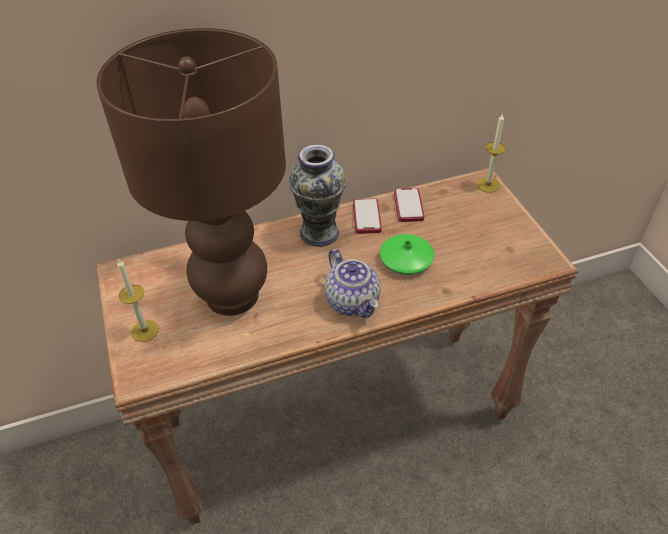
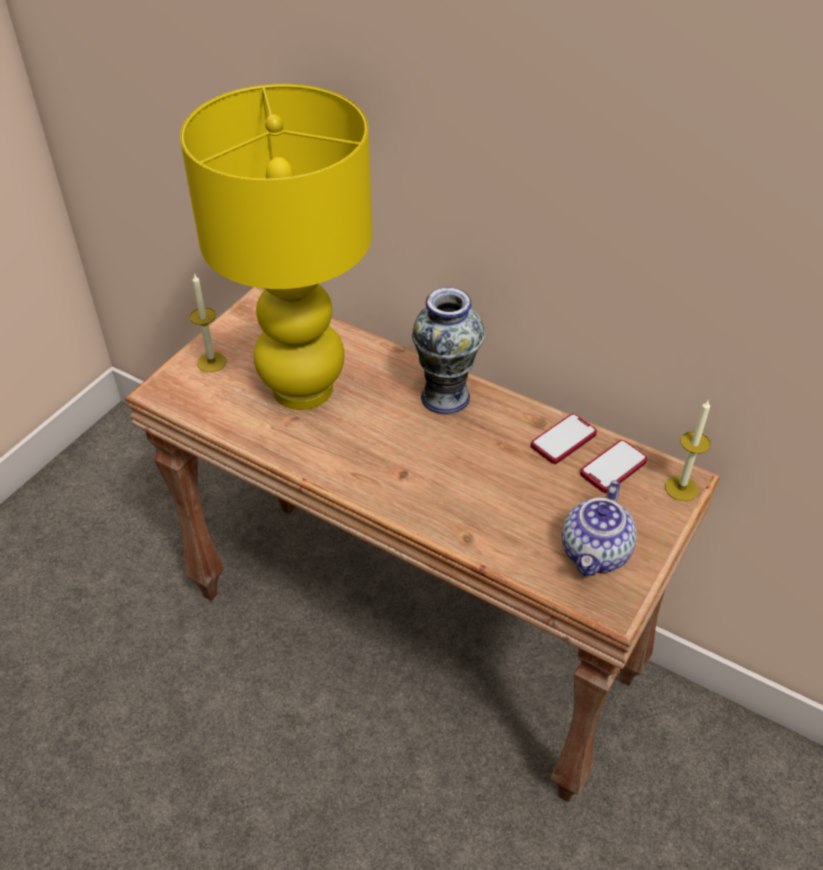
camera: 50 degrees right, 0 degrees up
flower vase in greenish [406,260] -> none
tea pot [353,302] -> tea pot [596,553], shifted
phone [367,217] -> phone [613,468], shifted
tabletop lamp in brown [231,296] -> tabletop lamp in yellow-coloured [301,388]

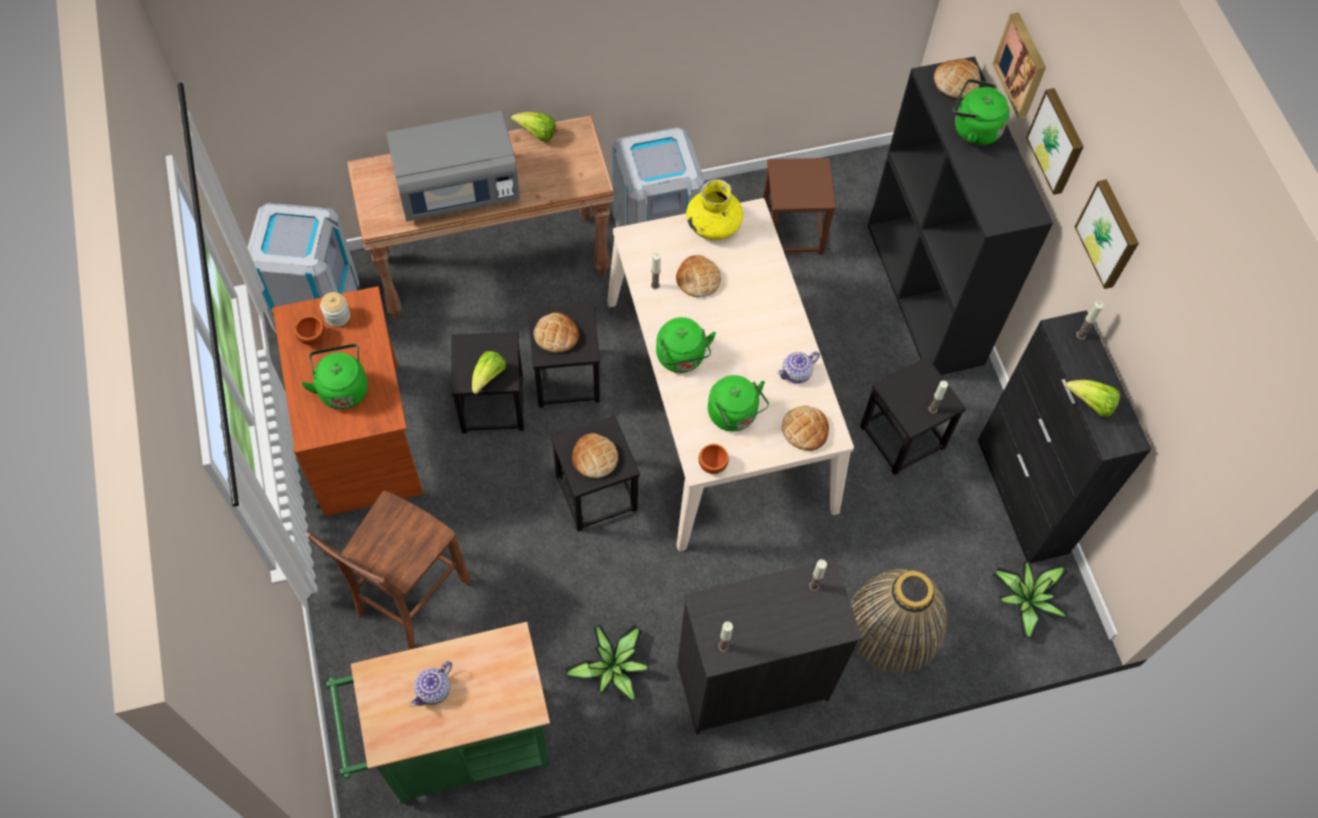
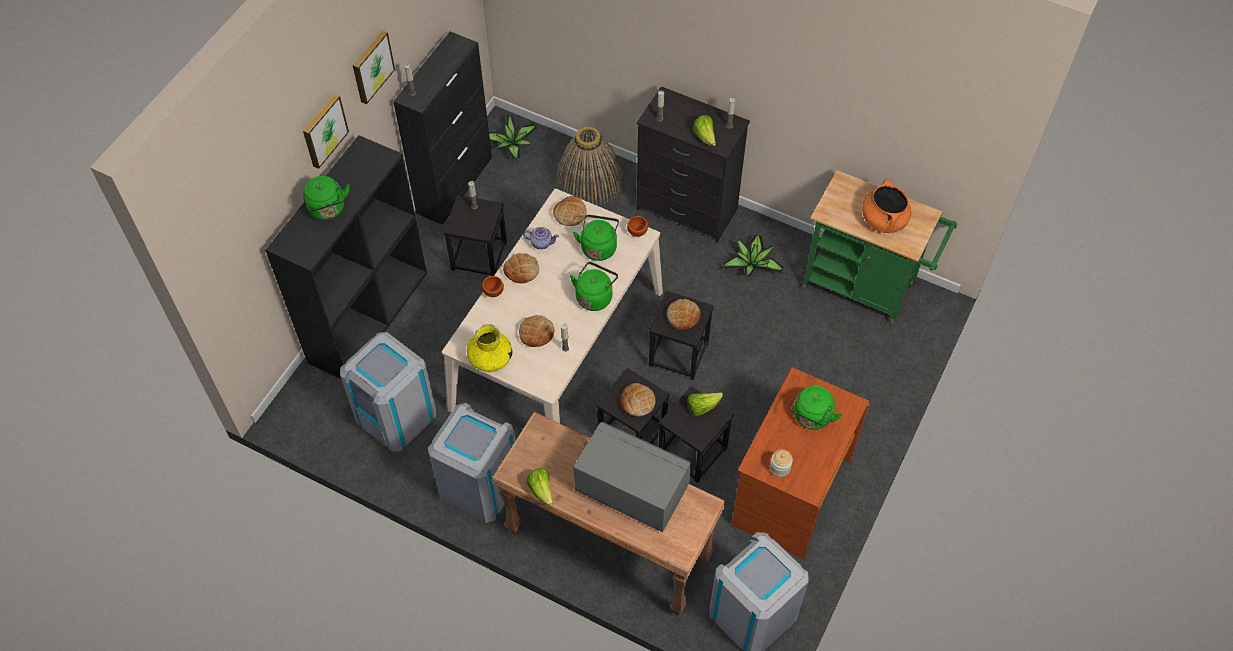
camera: 135 degrees left, 5 degrees down
upright chair in brown [409,598] -> none
wall art [1022,65] -> none
bowl in brown [313,337] -> bowl in brown [493,292], shifted
baked bread [956,81] -> baked bread [521,270], shifted
lettuce [1091,404] -> lettuce [705,136], shifted
tea pot [434,690] -> stockpot in orange-coloured [883,220]
sitting stool in brown [792,232] -> waste bin in grey [396,416]

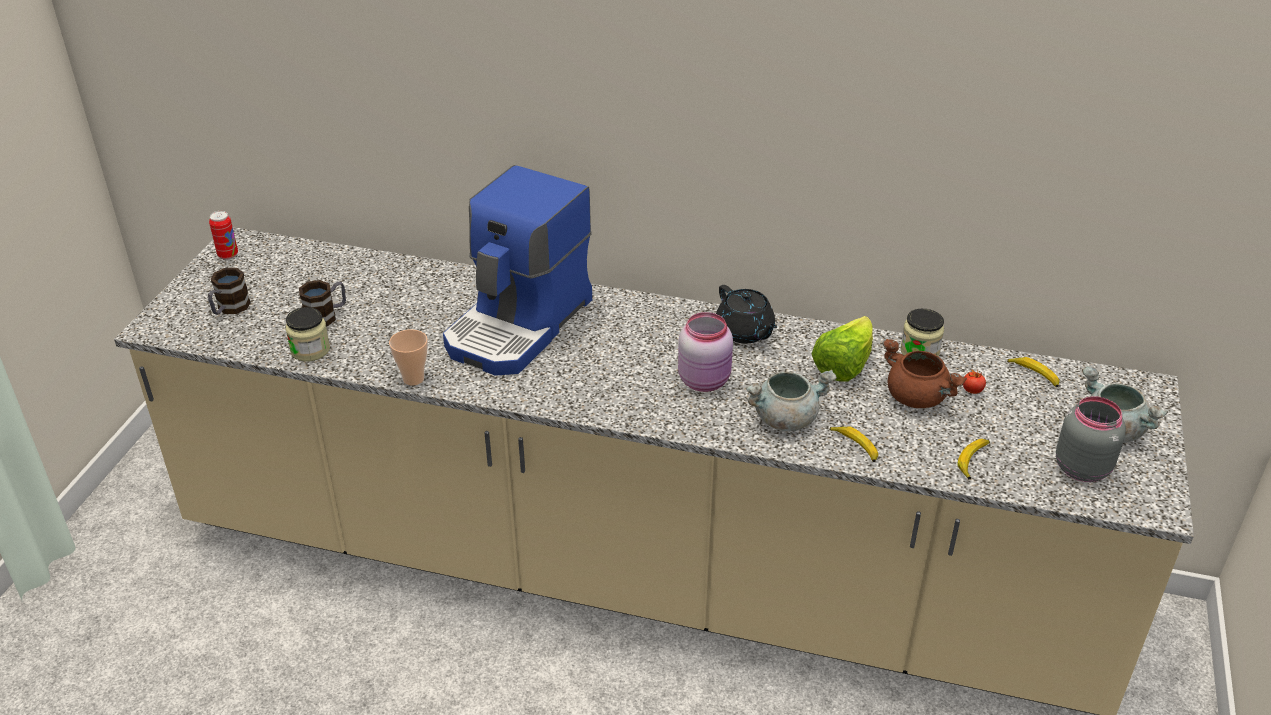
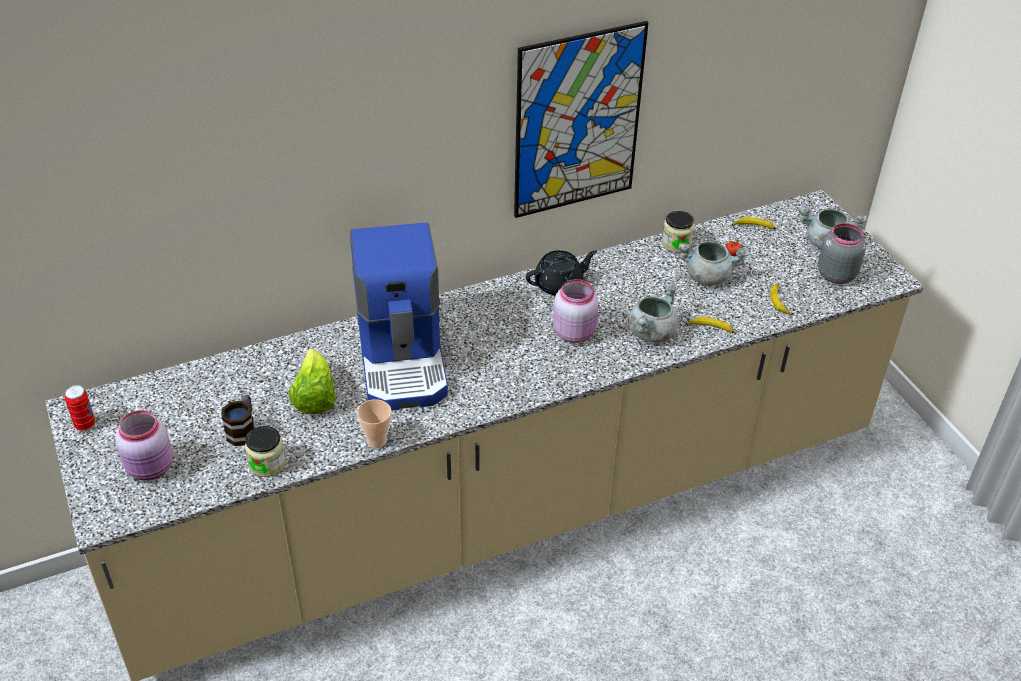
camera: 40 degrees left, 5 degrees up
none -> wall art [577,122]
lettuce [843,366] -> lettuce [314,397], shifted
tea mug [229,309] -> preserve jar in pink-coloured [151,468]
stockpot in brown [918,397] -> stockpot in grey [708,276]
tea pot in black [745,332] -> tea pot in black [559,284], 45 degrees counterclockwise

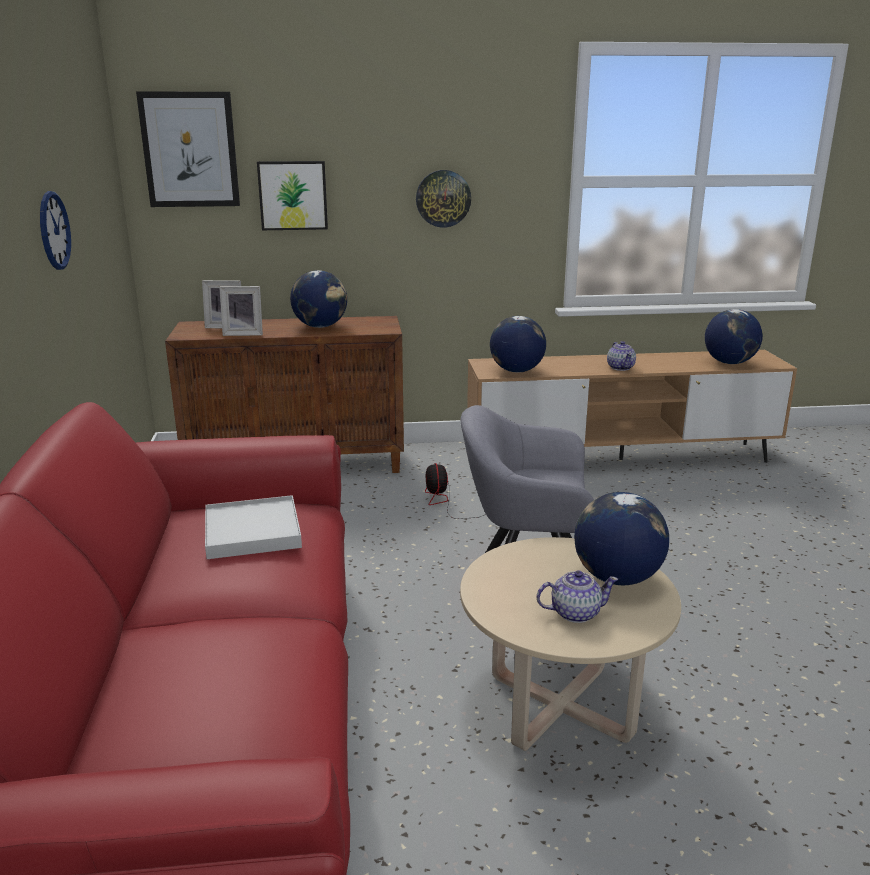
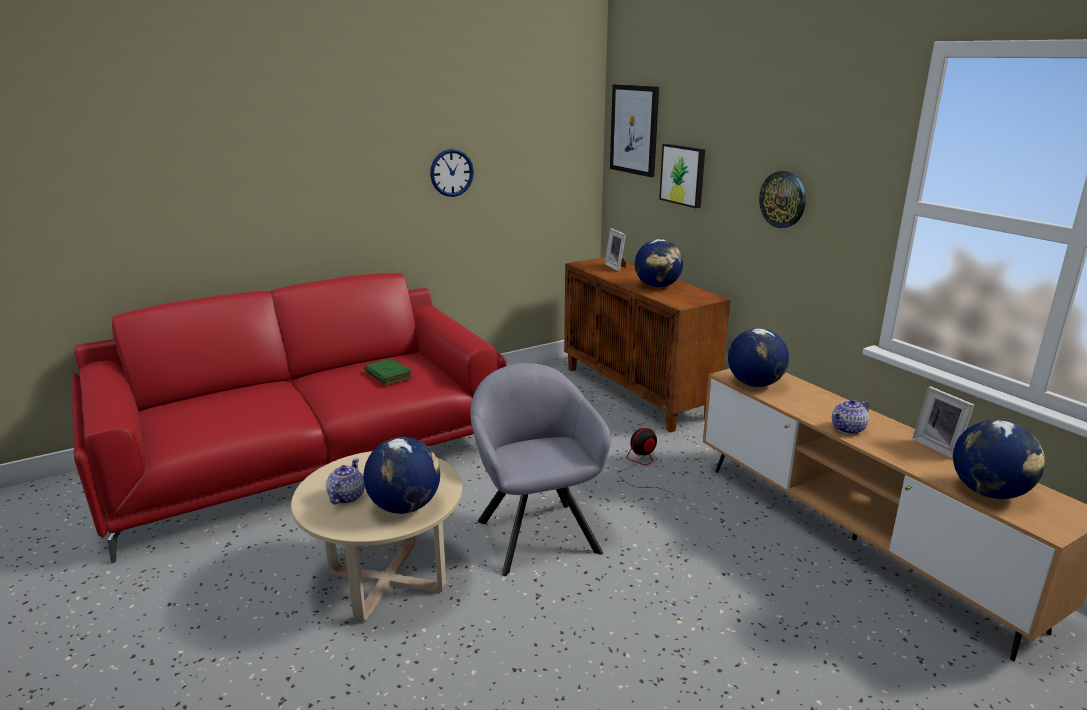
camera: 65 degrees right, 0 degrees up
picture frame [244,333] -> picture frame [939,447], shifted
carrying tray in white [253,531] -> book in greenish [389,375]
tea pot [574,613] -> tea pot [346,497], 135 degrees counterclockwise

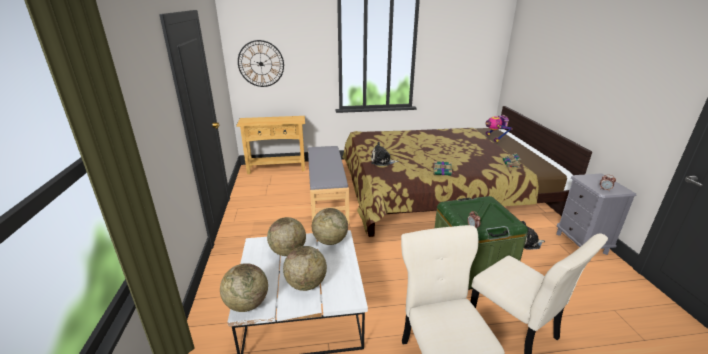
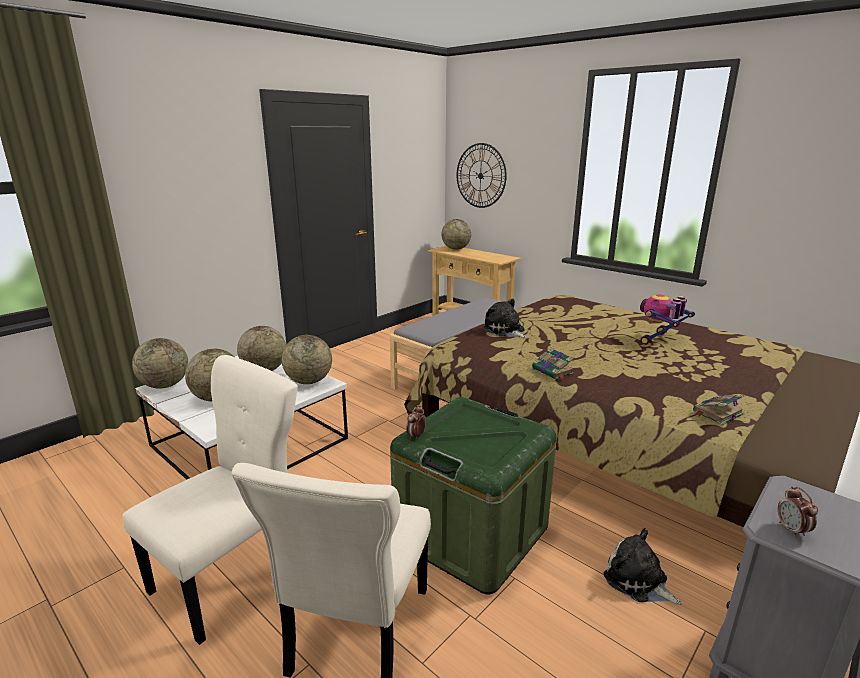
camera: 50 degrees right, 5 degrees down
none -> desk globe [456,249]
toy robot [495,138] -> toy robot [659,340], shifted

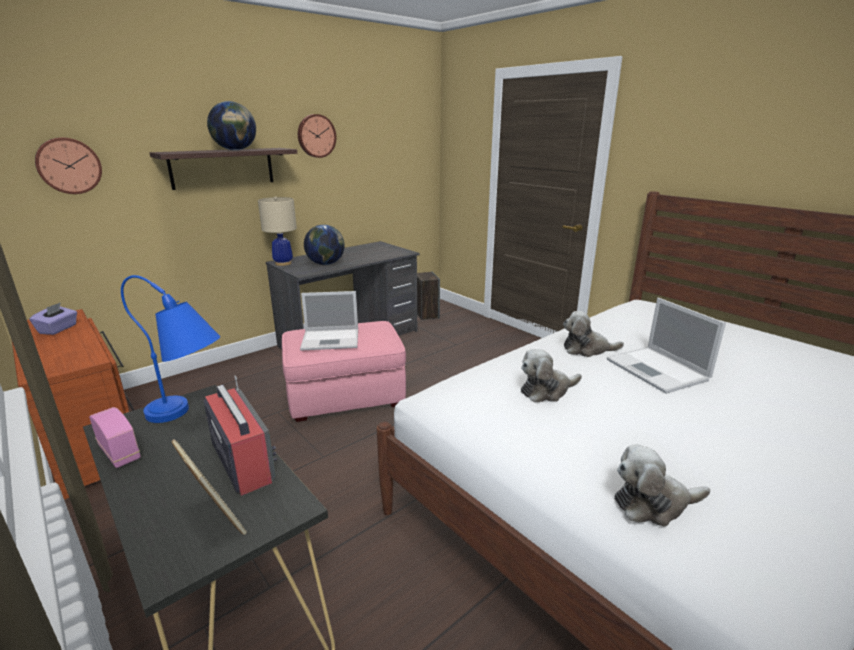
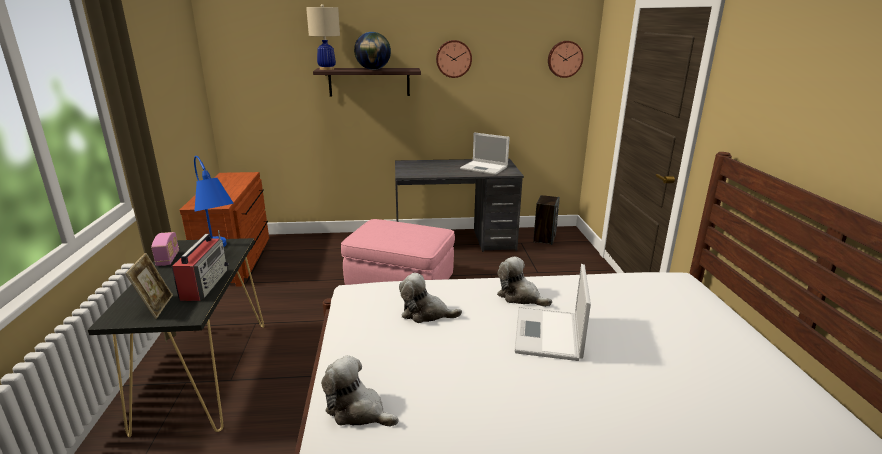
camera: 35 degrees right, 0 degrees up
tissue box in purple-coloured [58,329] -> none
desk globe [326,264] -> none
wall clock [69,166] -> wall clock [564,59], shifted
tabletop lamp in beige-coloured [283,263] -> tabletop lamp in beige-coloured [327,69], shifted
laptop [332,339] -> laptop [484,168], shifted

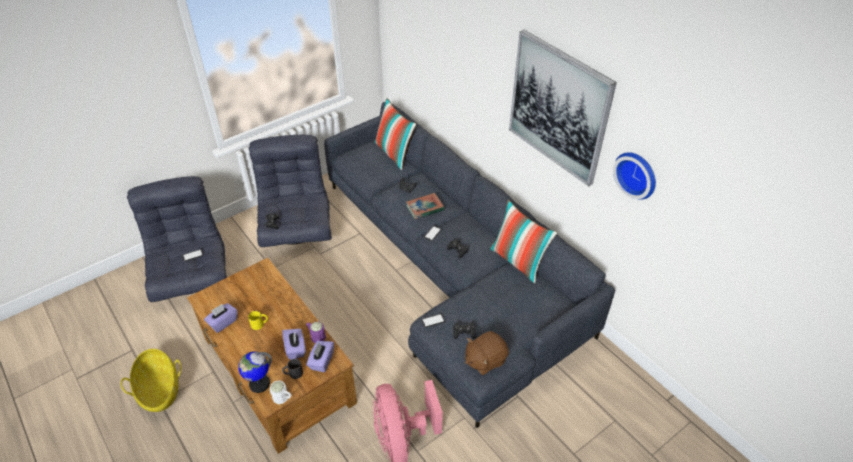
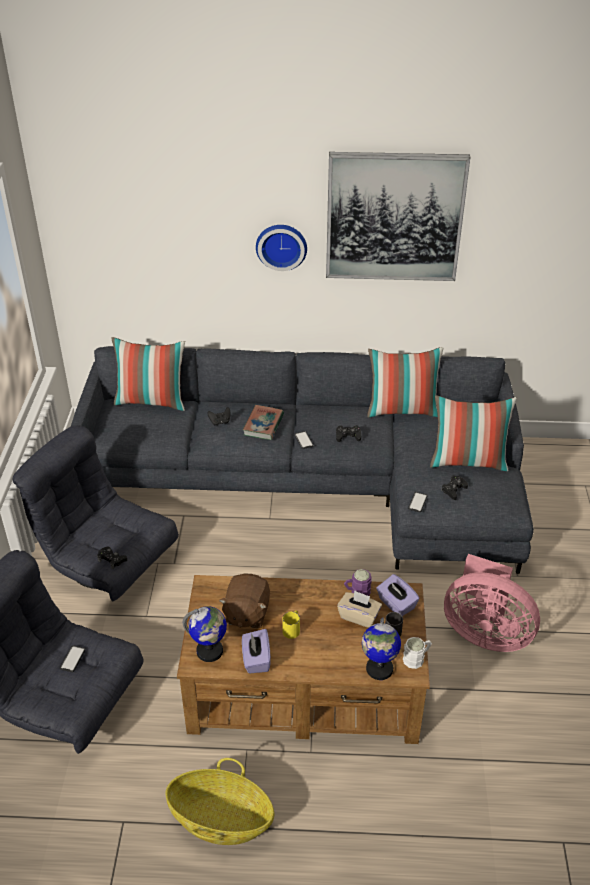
camera: 50 degrees left, 5 degrees down
none -> desk globe [210,651]
none -> cushion [468,461]
plush toy in brown [485,360] -> plush toy in brown [246,613], shifted
wall clock [637,174] -> wall clock [281,245], shifted
tissue box in purple-coloured [295,349] -> tissue box in beige-coloured [359,616]

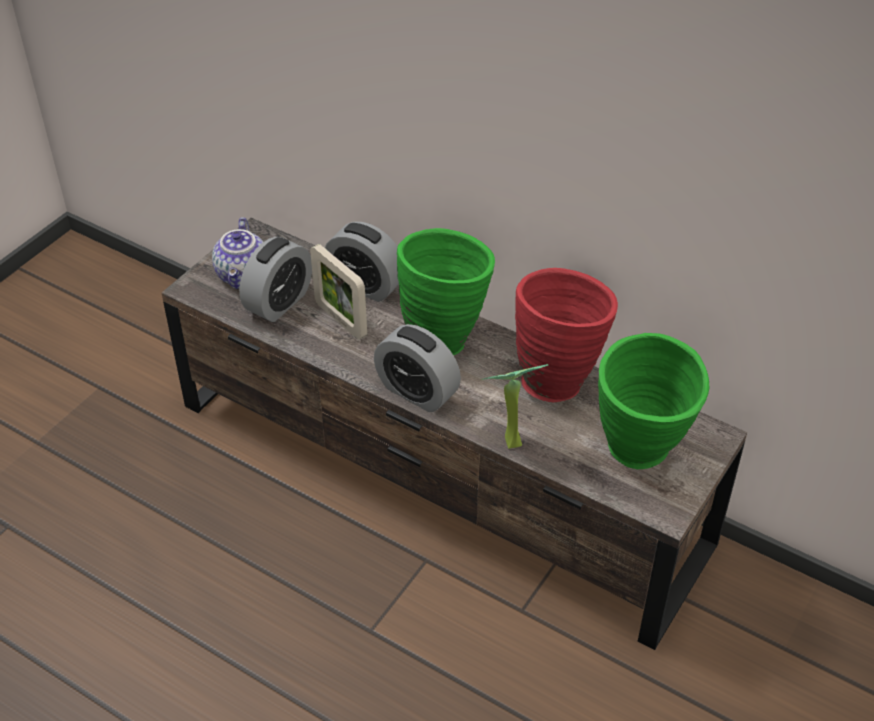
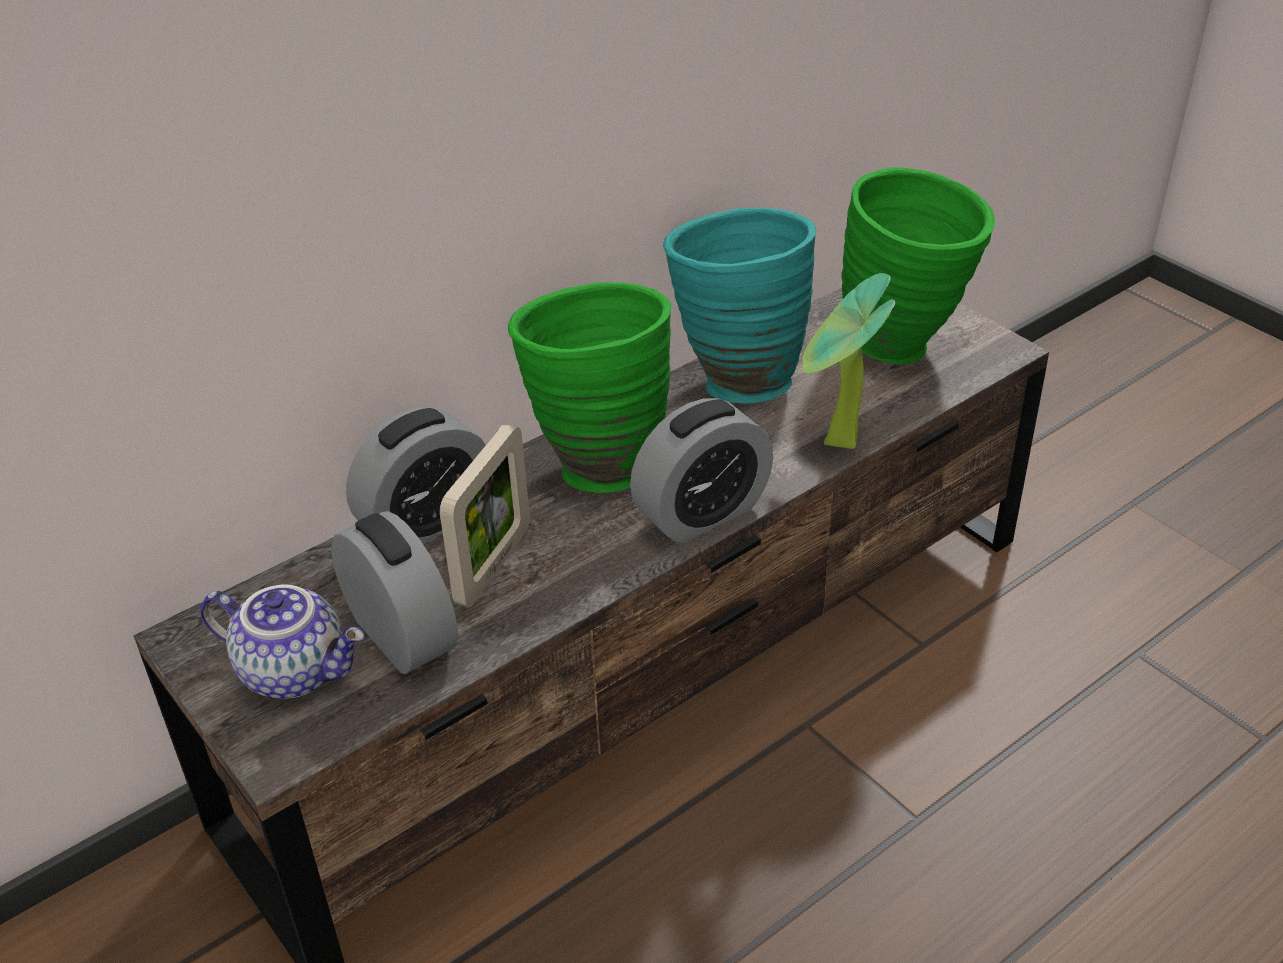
camera: 70 degrees left, 5 degrees down
flower vase in red [558,378] -> flower vase in turquoise [735,378]
picture frame [340,320] -> picture frame [493,566], 45 degrees counterclockwise

